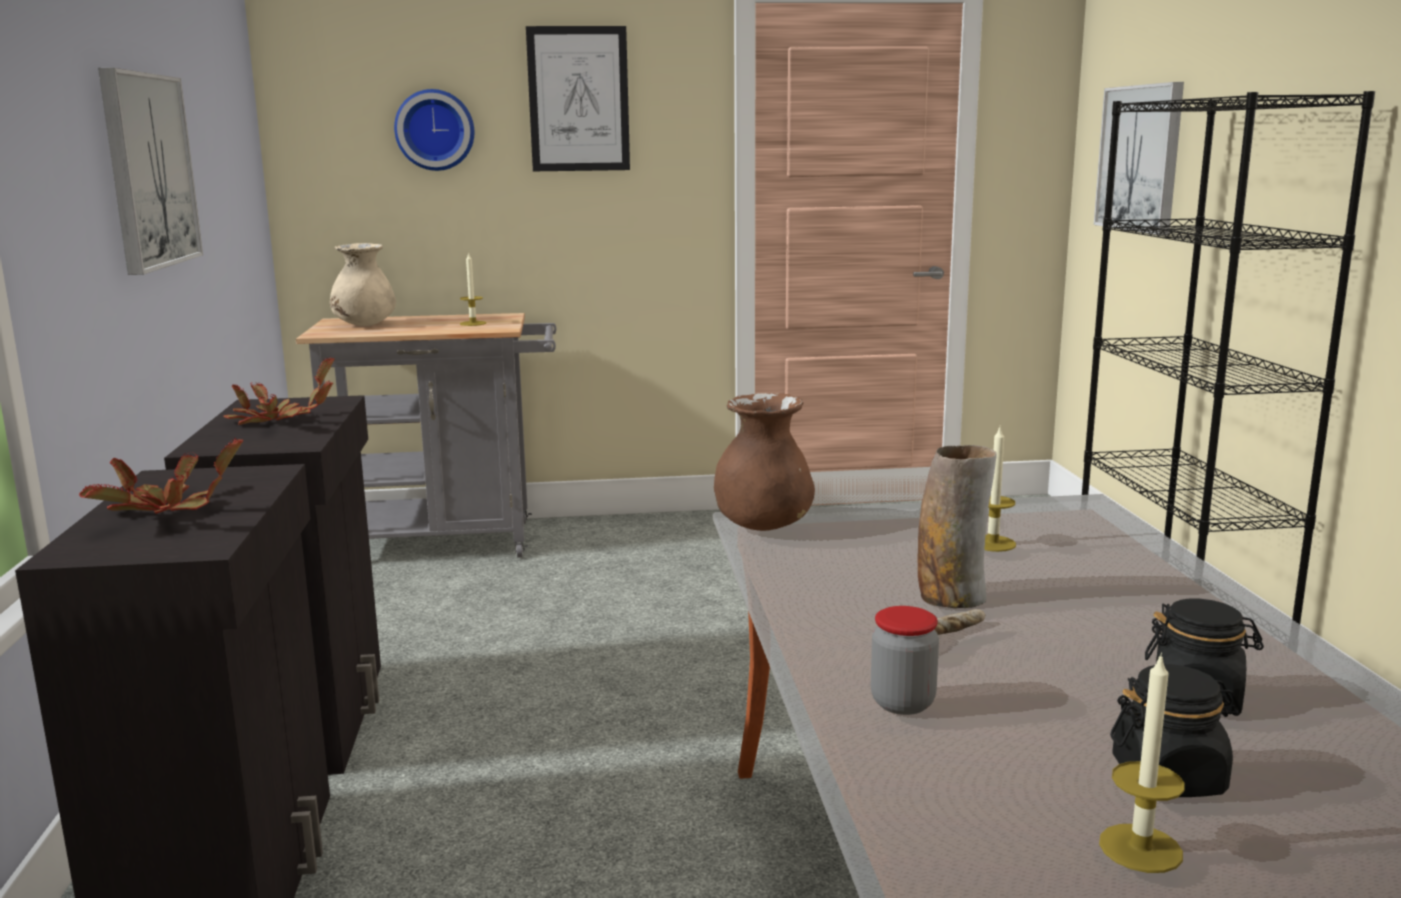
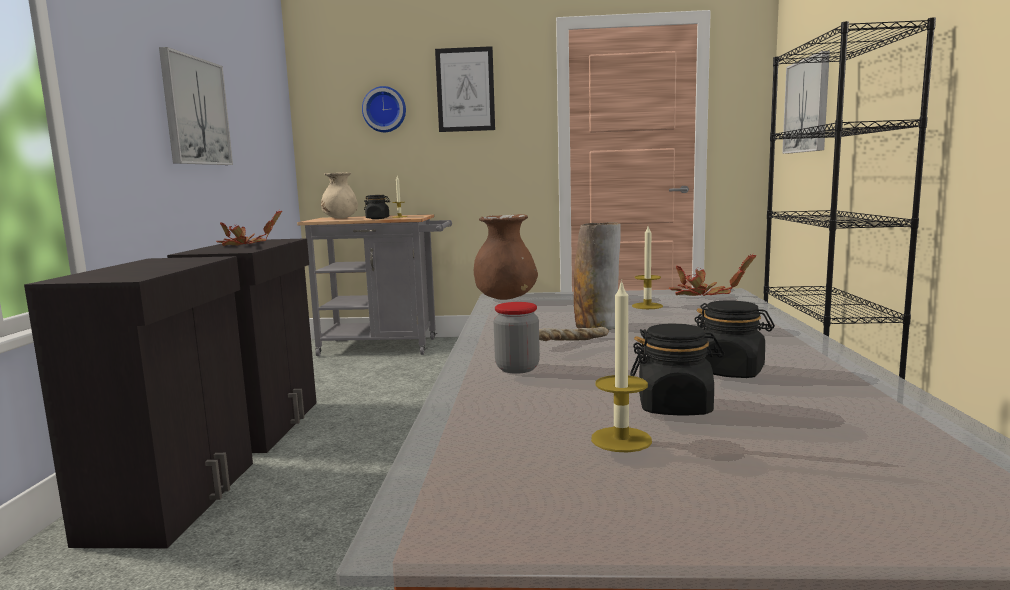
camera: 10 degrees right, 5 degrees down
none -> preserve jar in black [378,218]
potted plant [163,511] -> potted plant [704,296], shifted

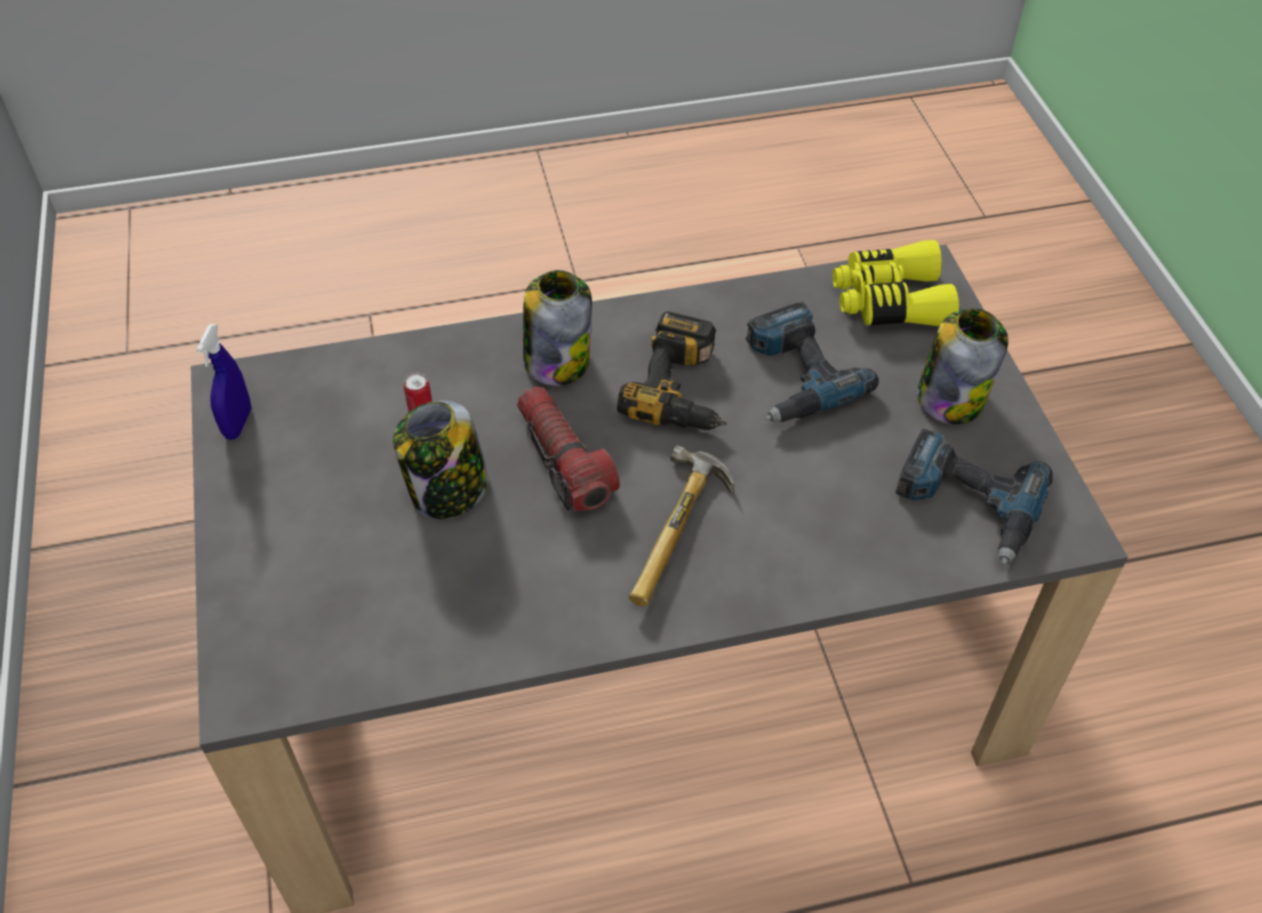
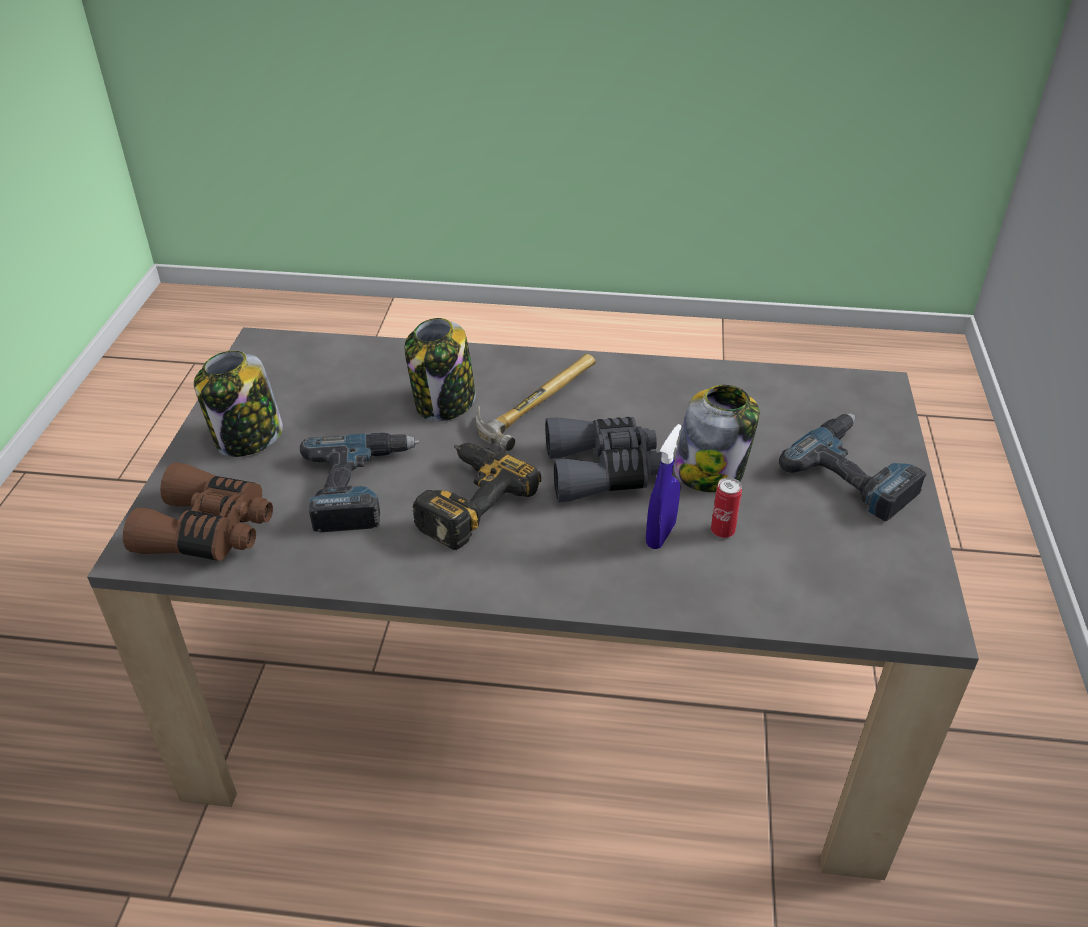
camera: 160 degrees left, 10 degrees down
sprayer in bluish [238,423] -> sprayer in bluish [660,535], shifted
preserve jar [557,360] -> preserve jar [444,403], shifted
drill [966,504] -> drill [856,473], shifted
torch [564,461] -> pair of binoculars in grey [602,471]
pair of binoculars in yellow-coloured [889,301] -> pair of binoculars in brown [209,531]

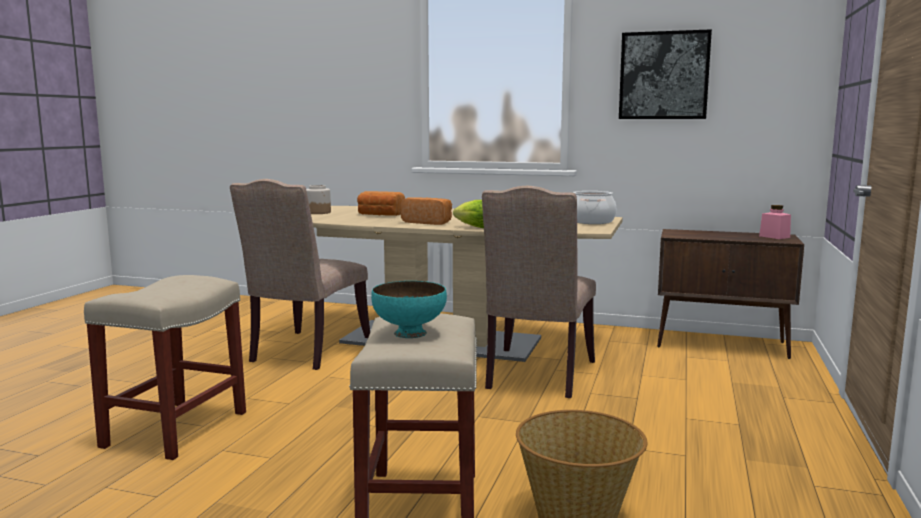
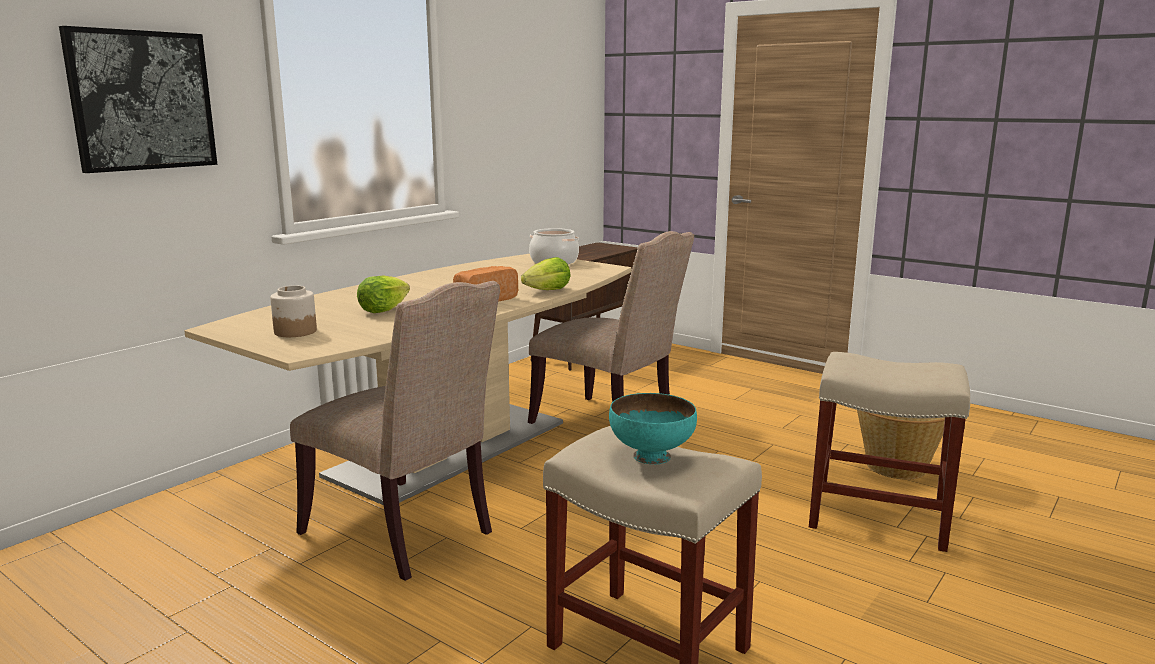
camera: 70 degrees left, 5 degrees up
preserve jar in pink-coloured [774,237] -> none
bowl in turquoise [409,333] -> bowl in turquoise [650,456], shifted
wall art [664,75] -> wall art [142,100], shifted
baked bread [379,215] -> lettuce [383,310]

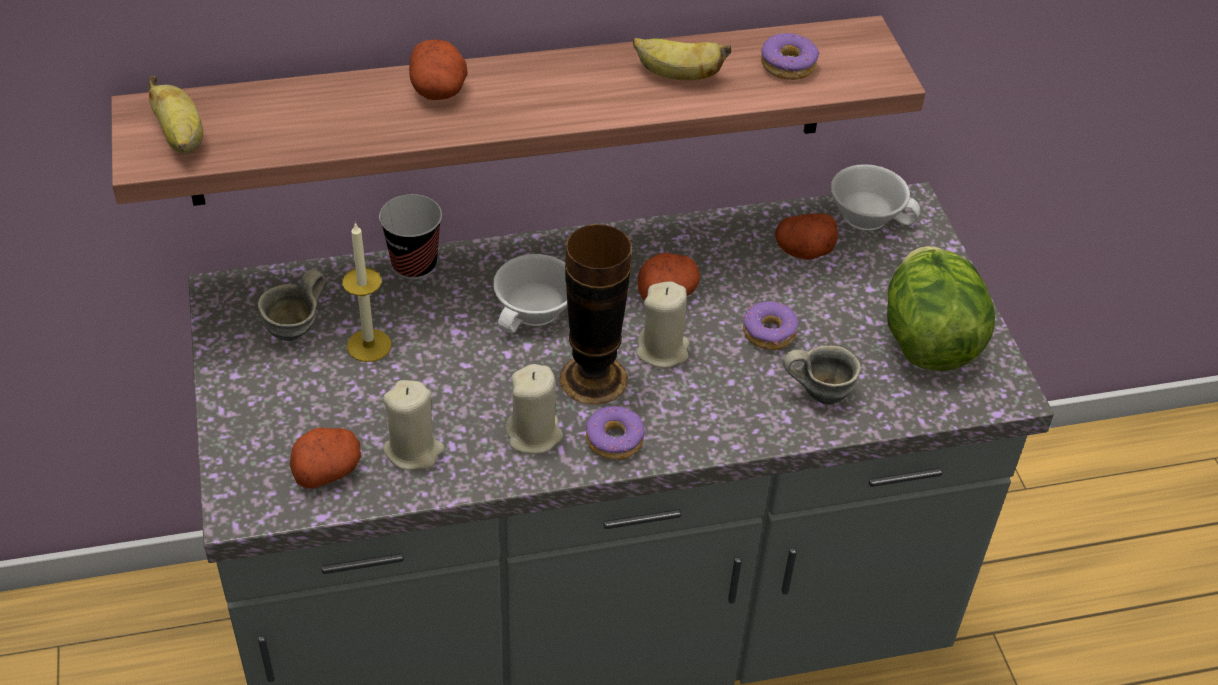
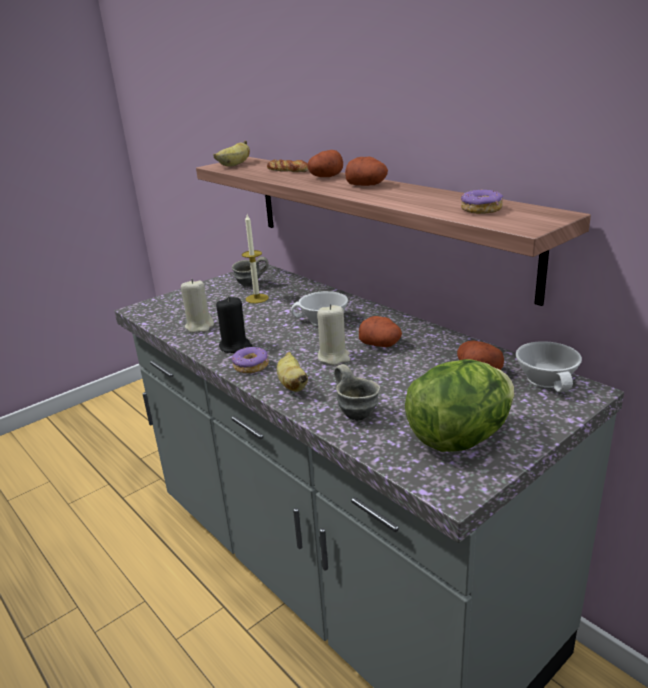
camera: 65 degrees right, 20 degrees down
drinking cup [414,265] -> none
flower vase [593,378] -> none
ring doughnut [769,333] -> none
none -> baked bread [288,170]
potato [327,469] -> potato [367,185], shifted
banana fruit [677,75] -> banana fruit [292,385], shifted
wax candle in beige-coloured [534,434] -> wax candle in black [235,347]

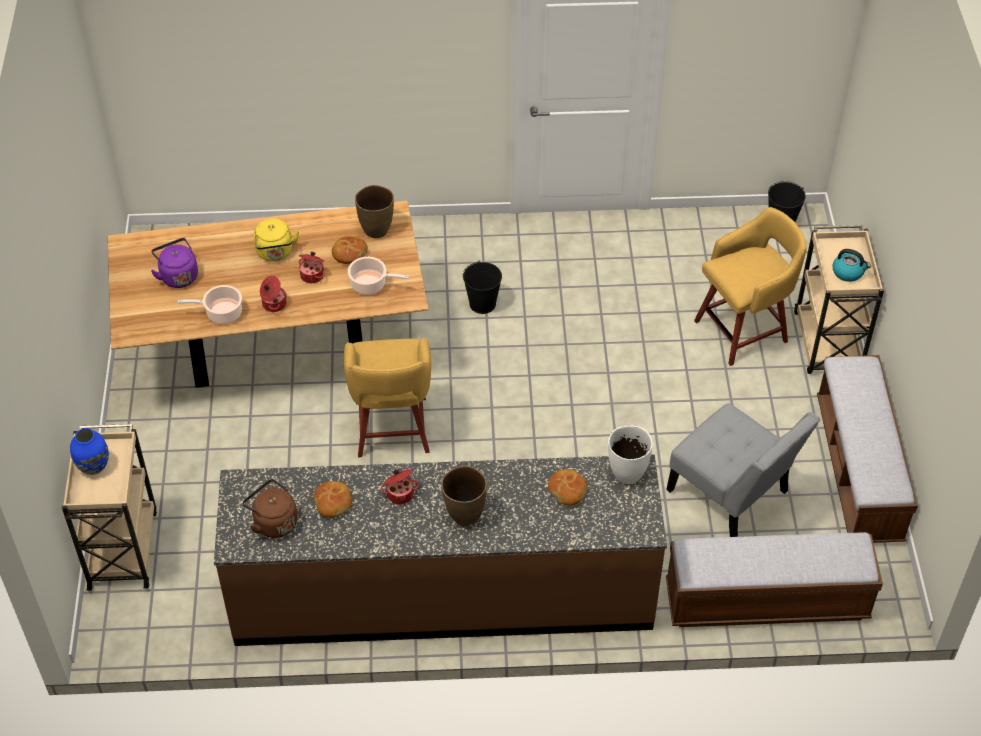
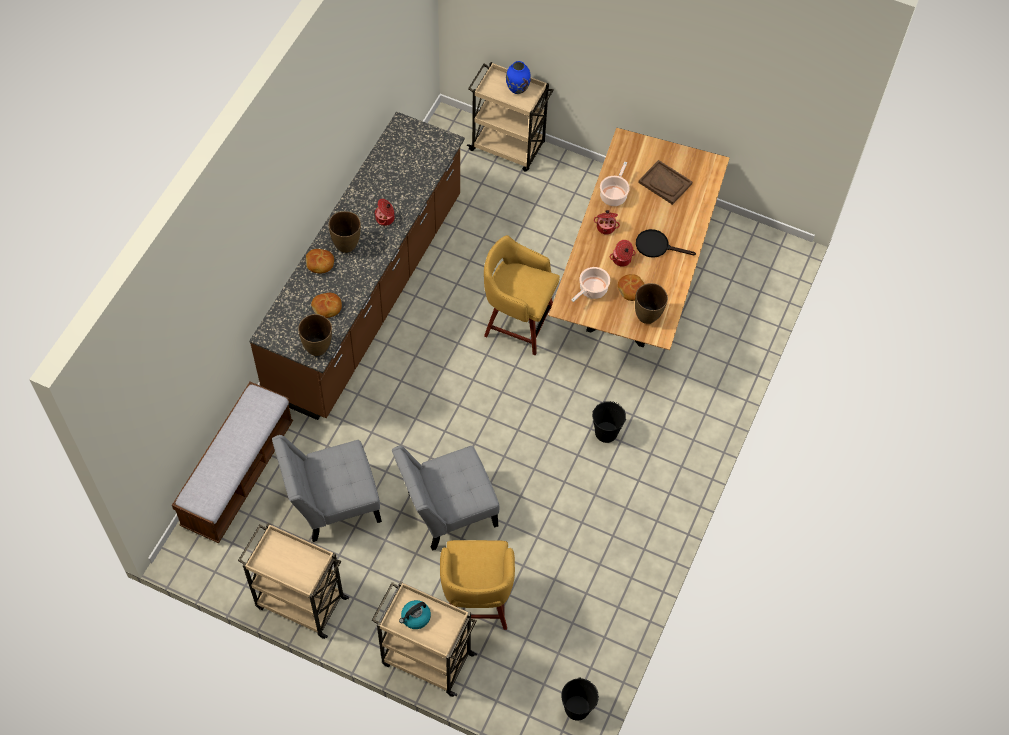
camera: 115 degrees right, 10 degrees up
water kettle in brown [273,522] -> none
none -> upright chair in grey [447,511]
baked bread [333,502] -> baked bread [320,264], shifted
water kettle in purple-coloured [178,276] -> carrying tray in brown [665,183]
water kettle in yellow-coloured [275,253] -> skillet in black [657,246]
indoor bench [858,470] -> trolley in beige-coloured [299,602]
flower vase in white [627,473] -> flower vase in brown [318,347]

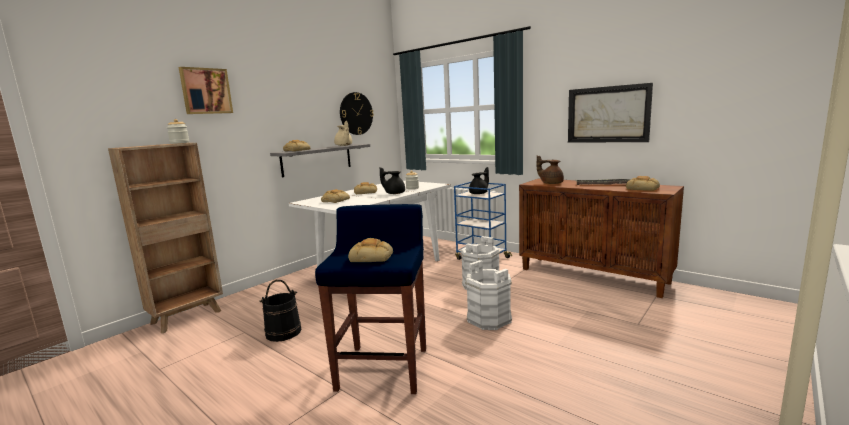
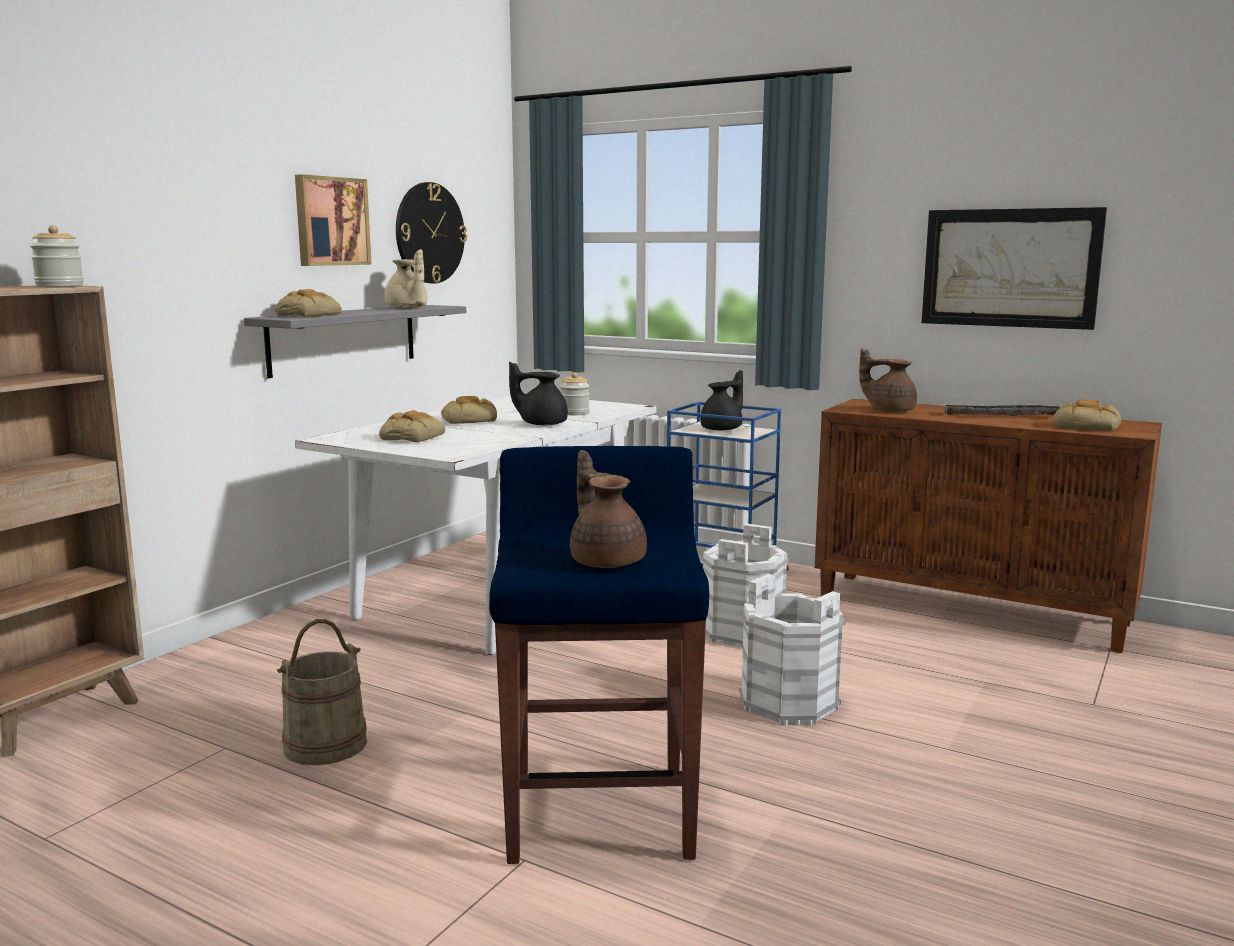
camera: 10 degrees left, 0 degrees up
wall art [206,91] -> wall art [330,221], shifted
baked bread [372,257] -> tea pot in brown [606,560]
water bucket in black [283,332] -> water bucket in beige-coloured [325,744]

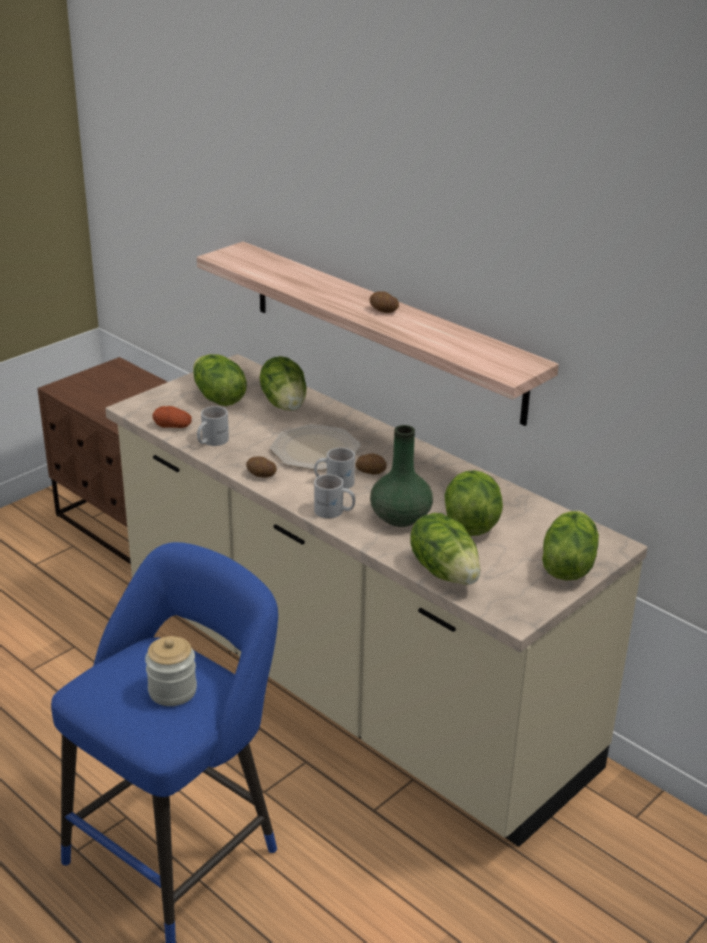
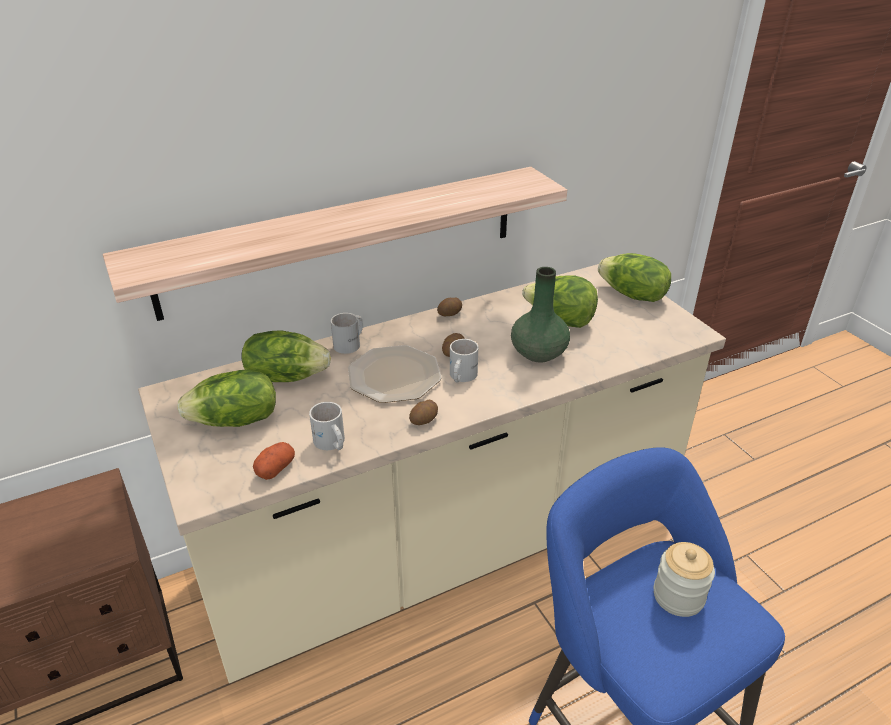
camera: 70 degrees left, 5 degrees up
lettuce [445,571] -> none
tea mug in white [334,512] -> tea mug in white [351,343], shifted
potato [383,311] -> potato [450,314], shifted

